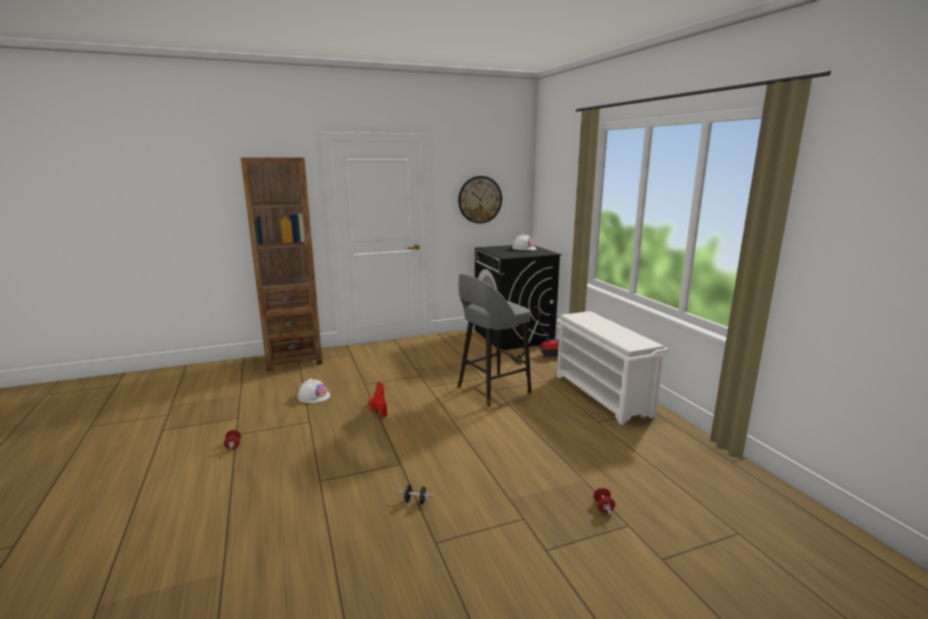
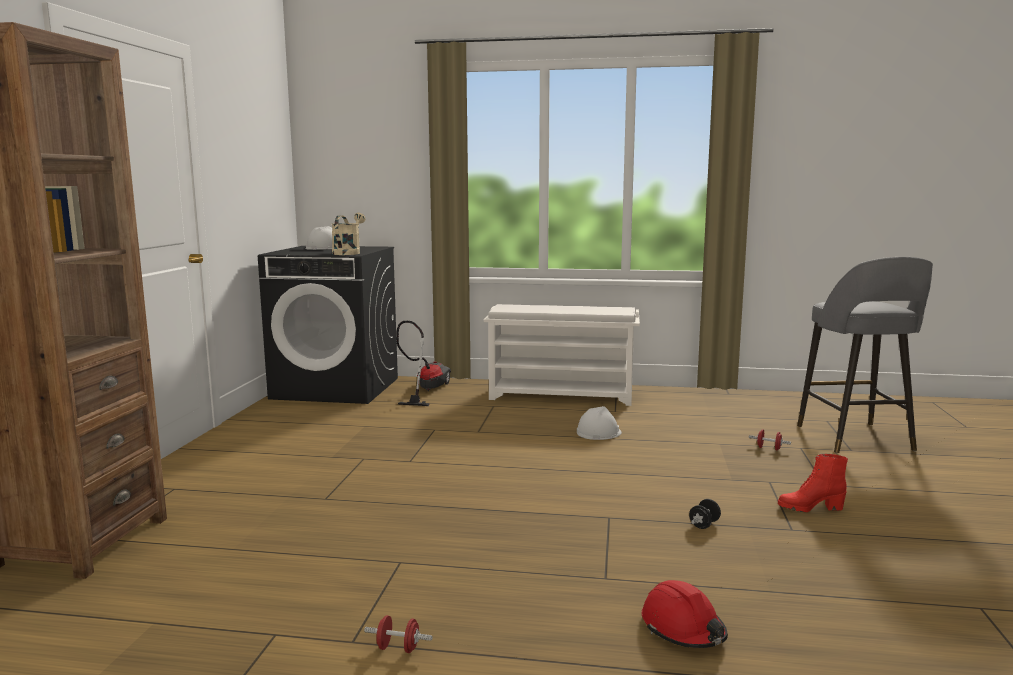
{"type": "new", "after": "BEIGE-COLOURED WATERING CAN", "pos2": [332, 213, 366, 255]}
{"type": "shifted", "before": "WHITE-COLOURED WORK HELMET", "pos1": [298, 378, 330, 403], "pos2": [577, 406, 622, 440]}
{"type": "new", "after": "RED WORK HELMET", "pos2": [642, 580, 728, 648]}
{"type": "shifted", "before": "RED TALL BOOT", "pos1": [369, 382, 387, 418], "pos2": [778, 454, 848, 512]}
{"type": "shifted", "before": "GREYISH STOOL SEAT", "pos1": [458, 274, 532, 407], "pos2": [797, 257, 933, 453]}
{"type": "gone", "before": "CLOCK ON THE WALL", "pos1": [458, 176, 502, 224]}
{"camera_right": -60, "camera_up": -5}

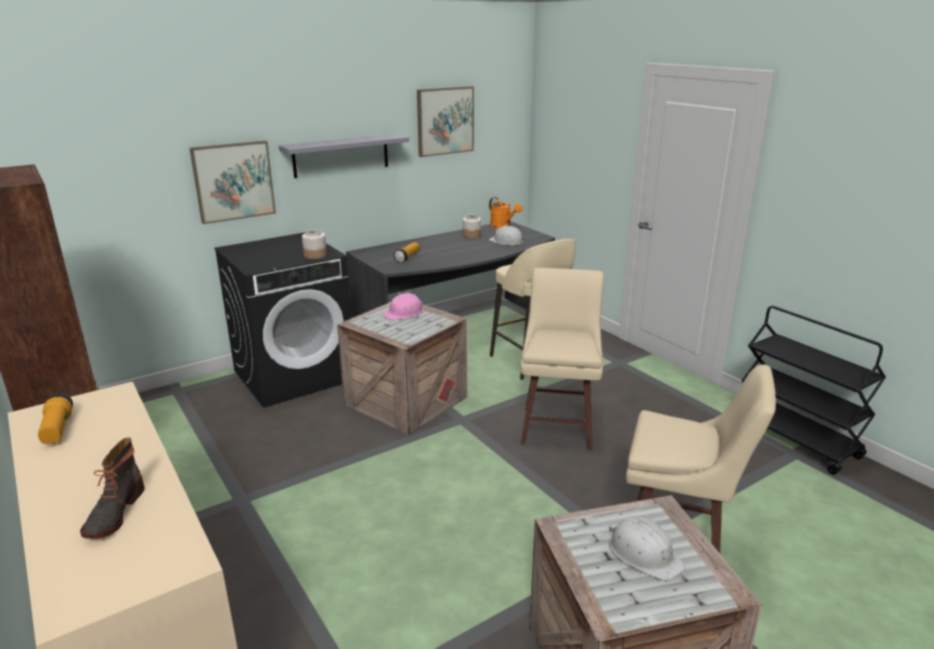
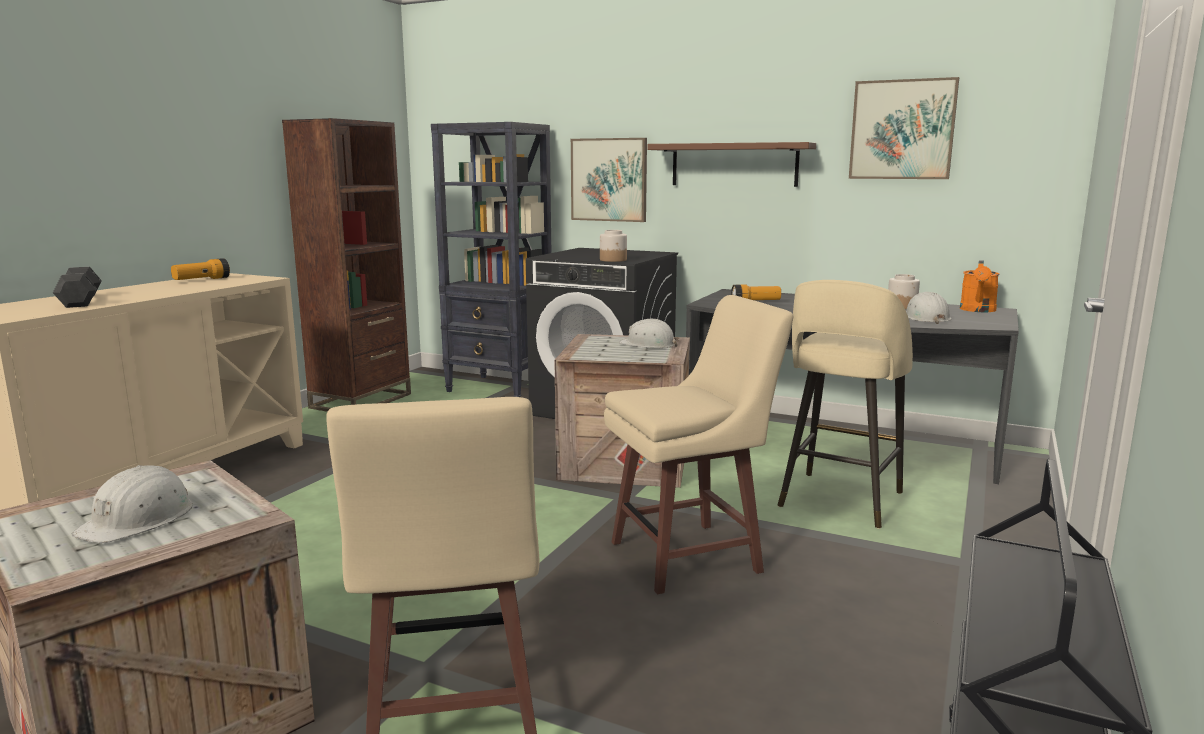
{"type": "swapped", "before": "TALL BOOT", "after": "GREYISH FREE WEIGHT", "pos1": [80, 438, 145, 539], "pos2": [53, 267, 102, 308]}
{"type": "new", "after": "BLACKISH BOOKSHELF", "pos2": [431, 122, 552, 397]}
{"type": "repainted", "before": "PINK-COLOURED WORK HELMET", "after": "WHITE-COLOURED WORK HELMET", "pos1": [382, 293, 423, 320], "pos2": [619, 319, 680, 348]}
{"type": "repainted", "before": "GREYISH BRACKET SHELF", "after": "BROWN BRACKET SHELF", "pos1": [279, 134, 409, 178], "pos2": [647, 142, 816, 187]}
{"camera_right": 60, "camera_up": -10}

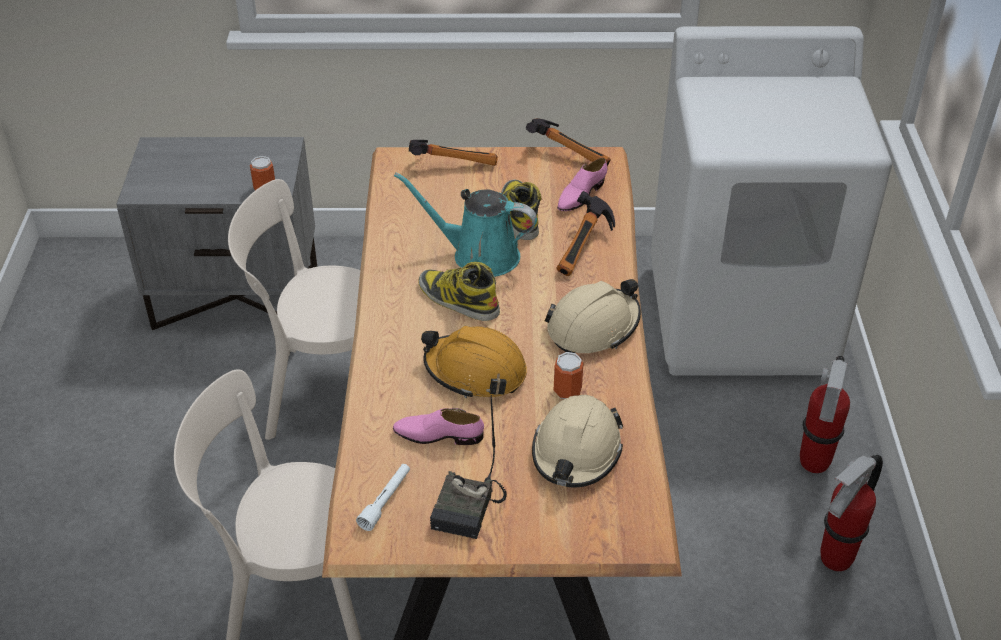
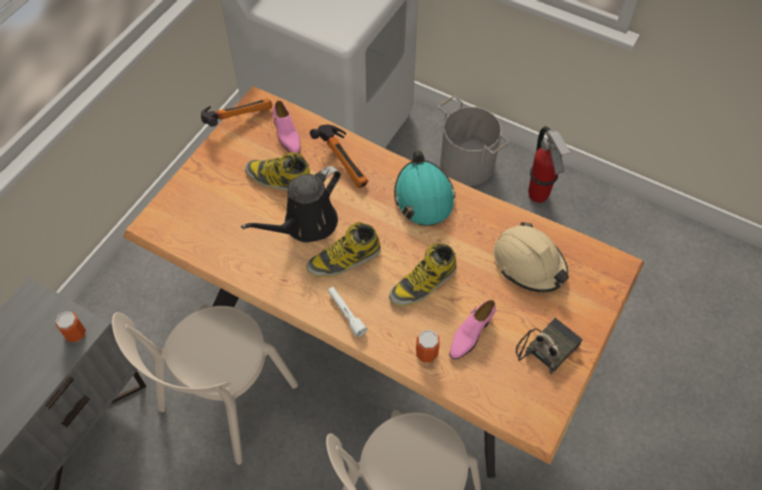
{"type": "repainted", "before": "BLUE-GREEN WATERING CAN", "after": "BLACKISH WATERING CAN", "pos1": [394, 172, 537, 277], "pos2": [241, 166, 341, 242]}
{"type": "shifted", "before": "WHITE-COLOURED FLASHLIGHT", "pos1": [356, 464, 410, 531], "pos2": [328, 287, 367, 337]}
{"type": "swapped", "before": "ORANGE WORK HELMET", "after": "TALL BOOT", "pos1": [421, 326, 527, 398], "pos2": [389, 243, 457, 306]}
{"type": "repainted", "before": "BEIGE-COLOURED WORK HELMET", "after": "BLUE-GREEN WORK HELMET", "pos1": [545, 279, 641, 353], "pos2": [394, 150, 456, 226]}
{"type": "shifted", "before": "METAL CAN", "pos1": [554, 352, 583, 399], "pos2": [416, 330, 440, 362]}
{"type": "swapped", "before": "EXTINGUISHER", "after": "GREYISH PAIL", "pos1": [800, 356, 850, 473], "pos2": [438, 96, 509, 186]}
{"type": "rotated", "before": "RADIO RECEIVER", "pos1": [430, 395, 507, 539], "pos2": [516, 318, 583, 374], "turn": -90}
{"type": "gone", "before": "HAND HAMMER", "pos1": [409, 140, 498, 166]}
{"camera_right": -60, "camera_up": 15}

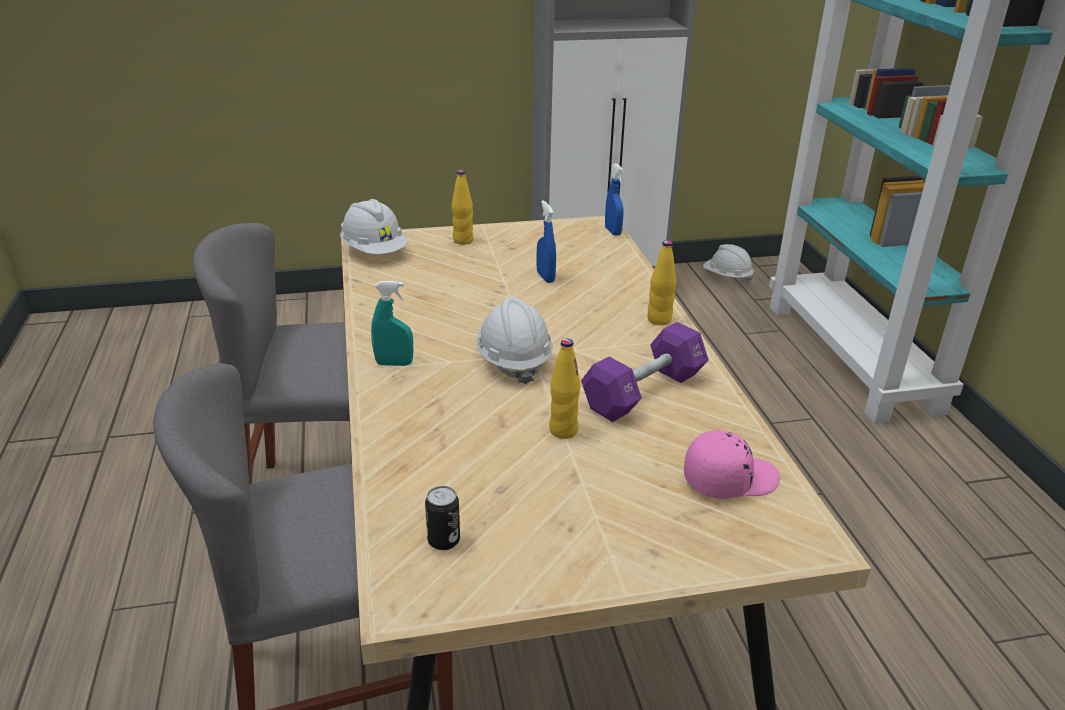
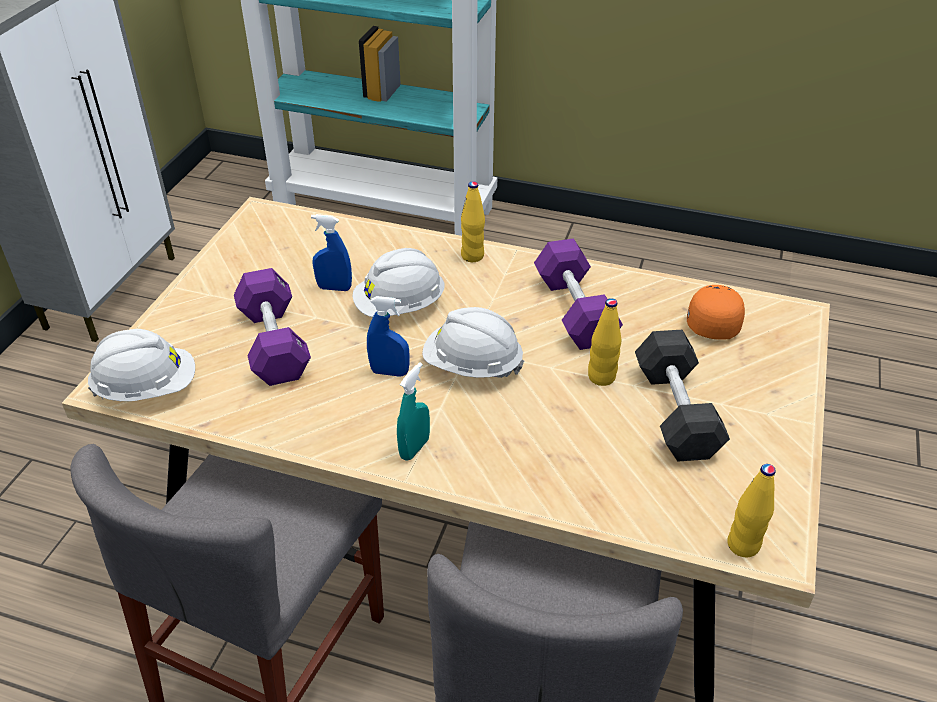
{"type": "new", "after": "PURPLISH FREE WEIGHT", "pos2": [234, 268, 311, 386]}
{"type": "shifted", "before": "WHITE-COLOURED WORK HELMET", "pos1": [703, 244, 754, 283], "pos2": [353, 248, 445, 317]}
{"type": "shifted", "before": "BLUE SPRAY BOTTLE", "pos1": [605, 163, 624, 236], "pos2": [367, 296, 410, 377]}
{"type": "new", "after": "BLACKISH FREE WEIGHT", "pos2": [635, 330, 730, 461]}
{"type": "repainted", "before": "PINK-COLOURED CAP", "after": "ORANGE CAP", "pos1": [684, 430, 780, 499], "pos2": [687, 285, 745, 340]}
{"type": "shifted", "before": "YELLOW BOTTLE", "pos1": [452, 170, 473, 245], "pos2": [727, 464, 776, 557]}
{"type": "gone", "before": "METAL CAN", "pos1": [425, 486, 460, 550]}
{"camera_right": -60, "camera_up": 10}

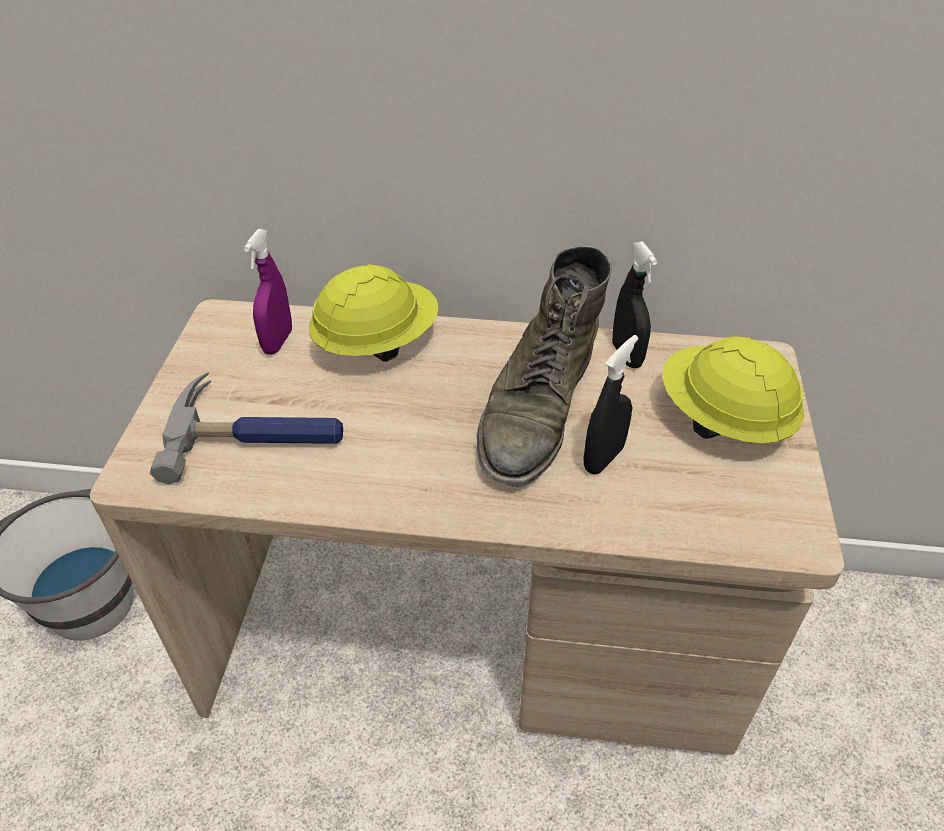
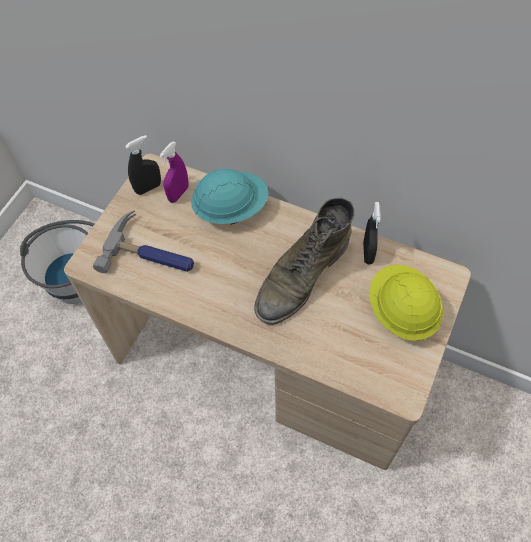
{"type": "shifted", "before": "BLACKISH SPRAY BOTTLE", "pos1": [583, 335, 638, 474], "pos2": [125, 135, 161, 195]}
{"type": "repainted", "before": "YELLOW WORK HELMET", "after": "BLUE-GREEN WORK HELMET", "pos1": [309, 264, 439, 362], "pos2": [191, 169, 269, 225]}
{"camera_right": 20, "camera_up": 15}

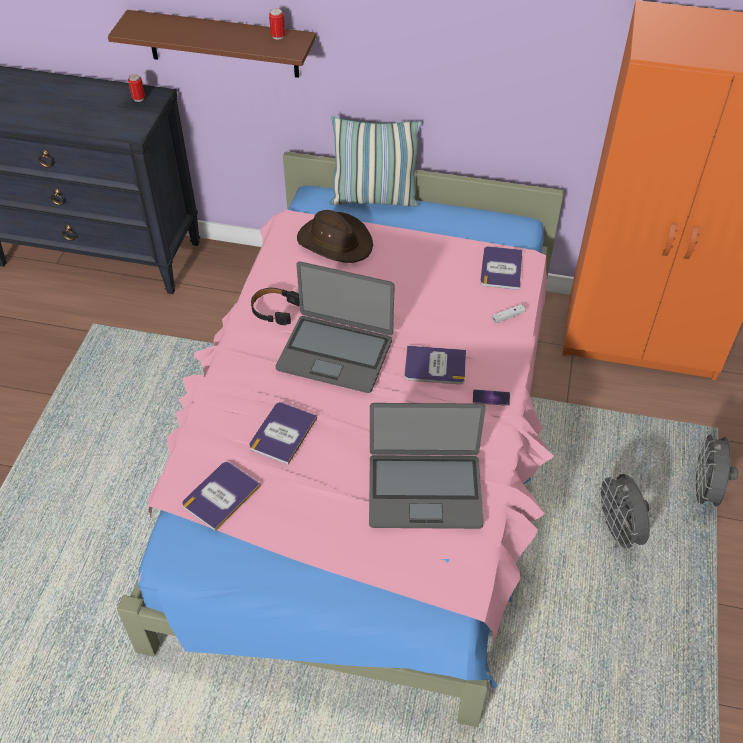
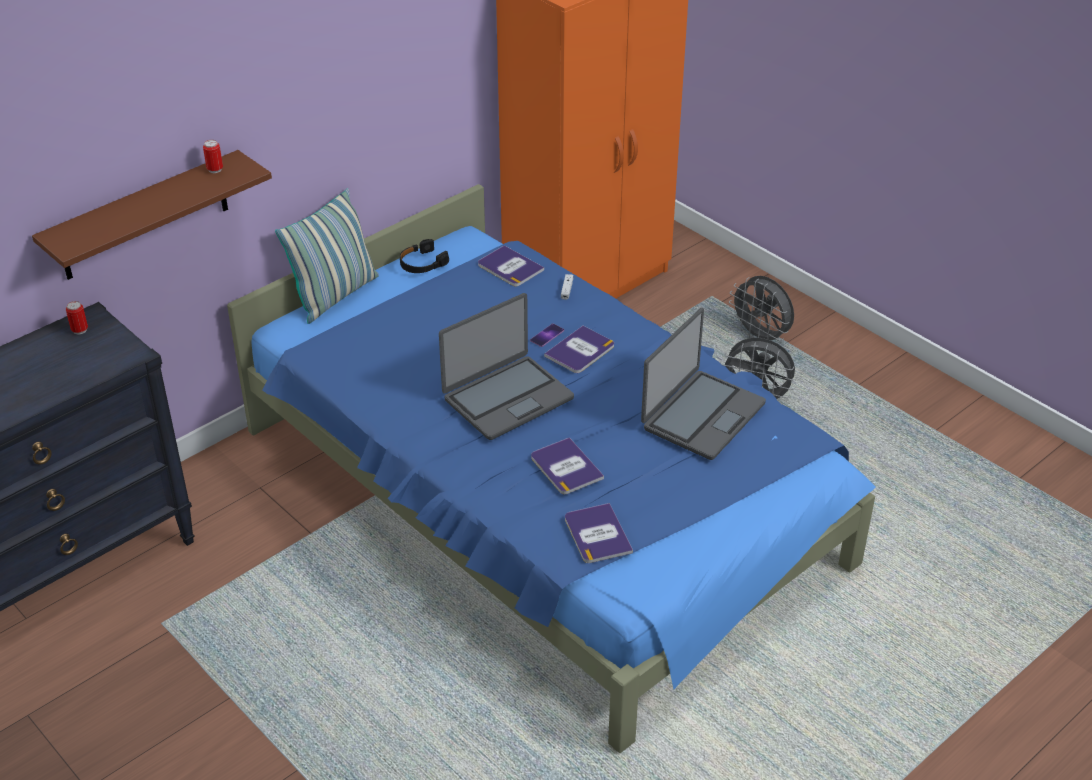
{"type": "repainted", "before": "PINK-COLOURED BED", "after": "BLUE BED", "pos1": [117, 151, 564, 727], "pos2": [227, 184, 875, 753]}
{"type": "shifted", "before": "BLACKISH HEADPHONES", "pos1": [251, 288, 300, 325], "pos2": [400, 239, 449, 273]}
{"type": "shifted", "before": "TELEPHONE", "pos1": [473, 389, 510, 406], "pos2": [530, 323, 564, 347]}
{"type": "gone", "before": "BROWN HAT", "pos1": [297, 210, 373, 263]}
{"camera_right": -55, "camera_up": -10}

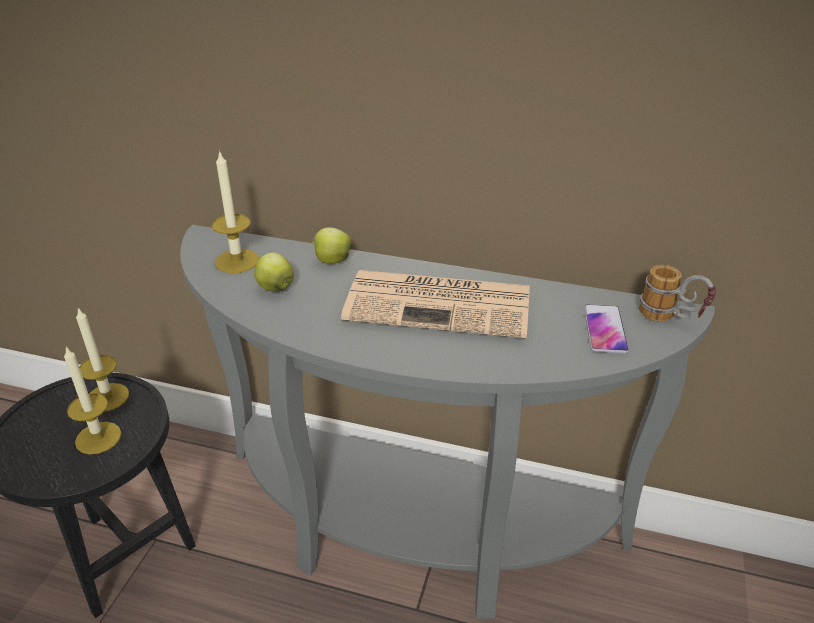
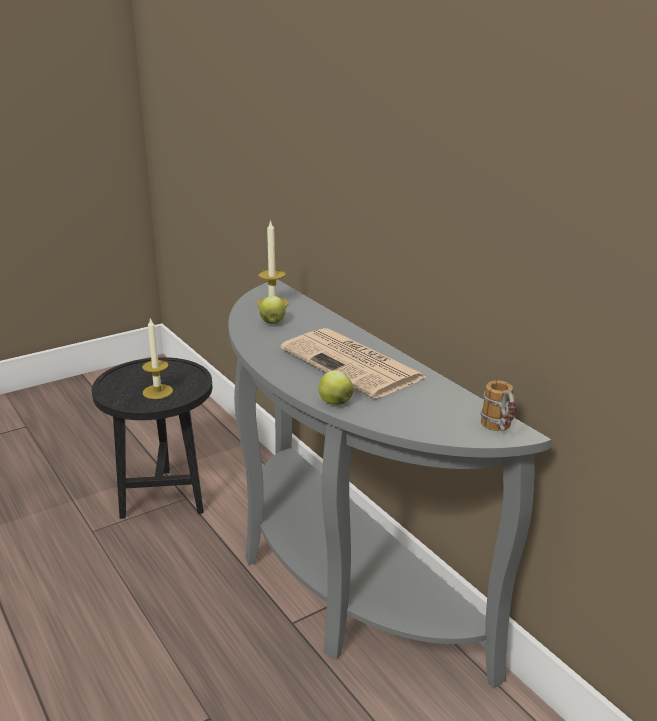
{"type": "shifted", "before": "APPLE", "pos1": [312, 227, 351, 264], "pos2": [318, 370, 354, 405]}
{"type": "gone", "before": "CANDLE", "pos1": [76, 308, 129, 412]}
{"type": "gone", "before": "TELEPHONE", "pos1": [584, 304, 629, 353]}
{"camera_right": 40, "camera_up": -10}

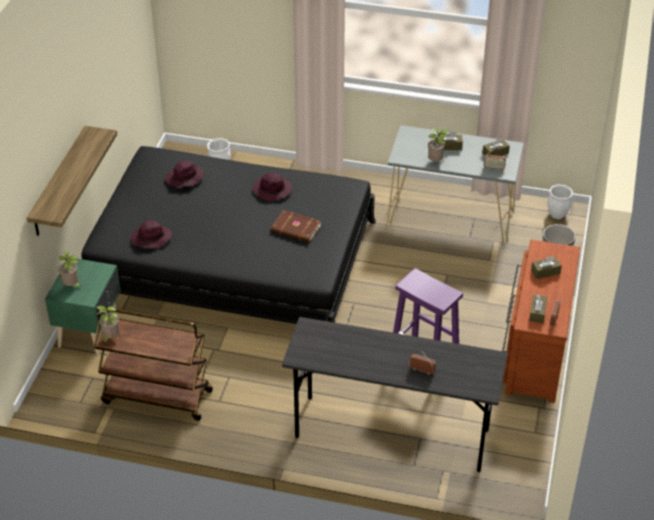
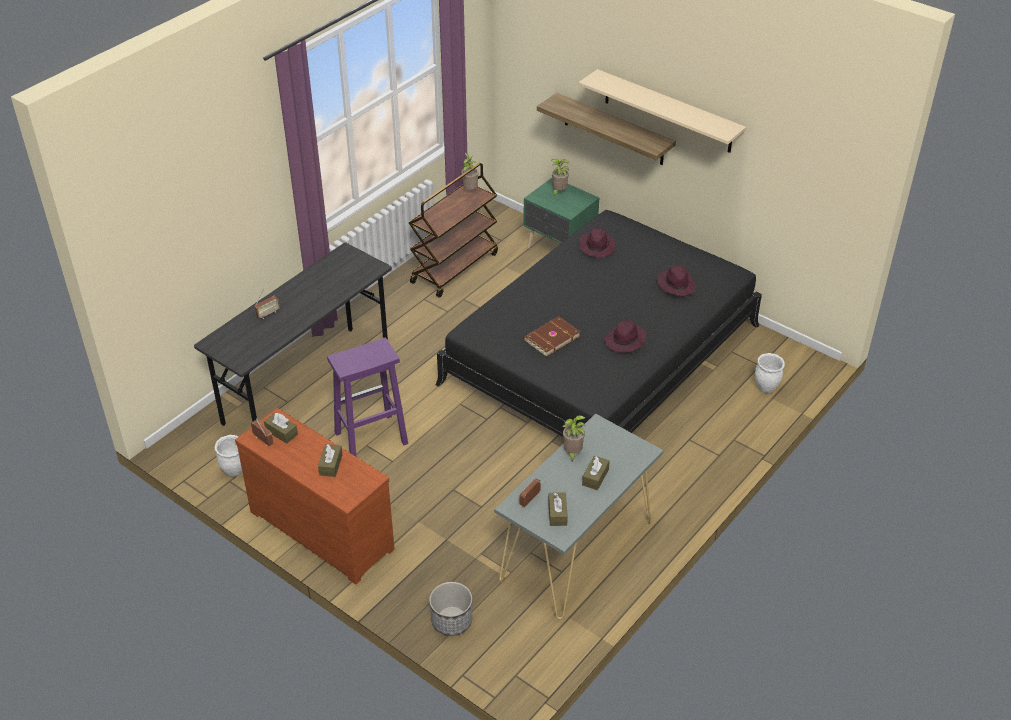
{"type": "shifted", "before": "WHITE-COLOURED PLANTER", "pos1": [548, 184, 573, 219], "pos2": [215, 435, 242, 477]}
{"type": "new", "after": "BEIGE-COLOURED BRACKET SHELF", "pos2": [579, 69, 746, 153]}
{"camera_right": 115, "camera_up": 0}

